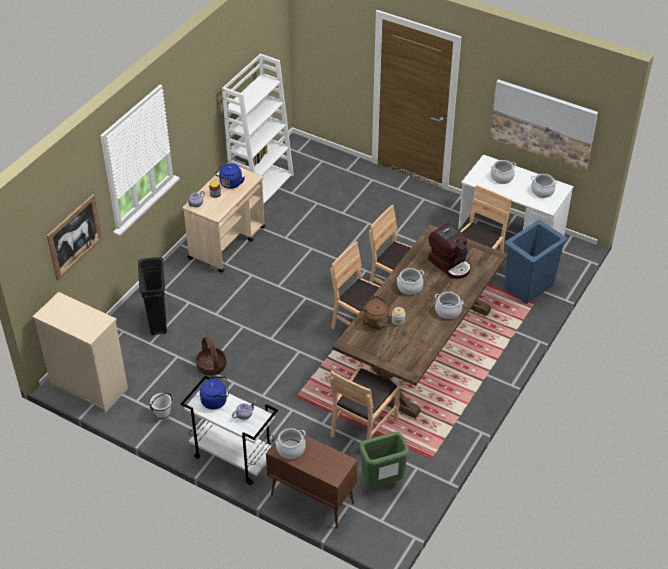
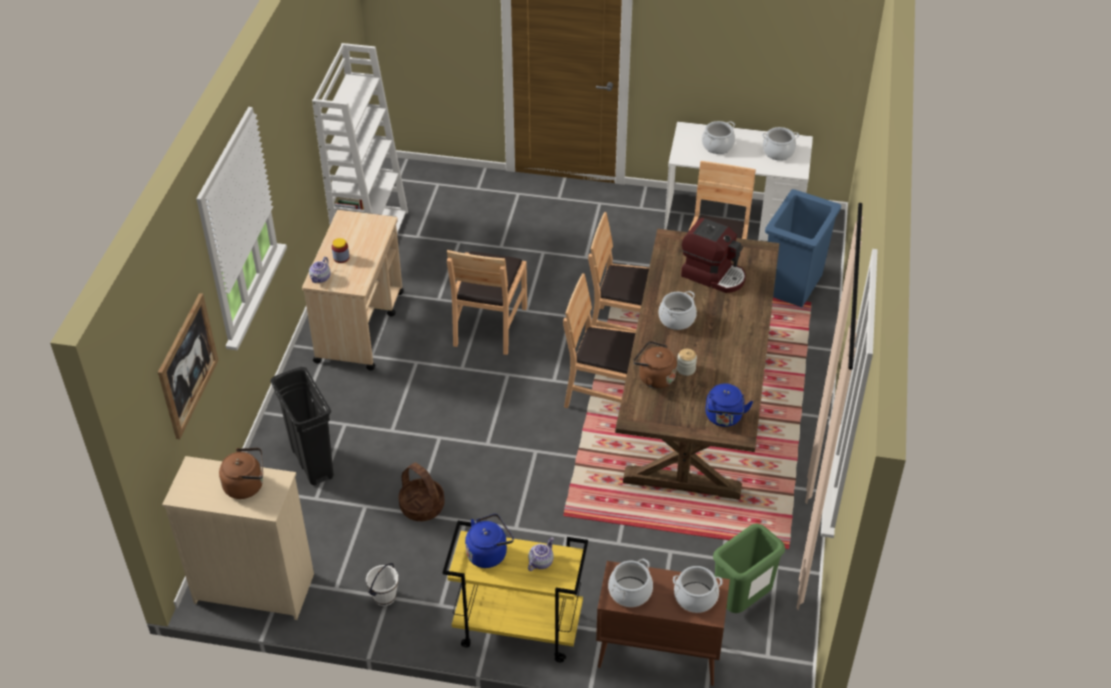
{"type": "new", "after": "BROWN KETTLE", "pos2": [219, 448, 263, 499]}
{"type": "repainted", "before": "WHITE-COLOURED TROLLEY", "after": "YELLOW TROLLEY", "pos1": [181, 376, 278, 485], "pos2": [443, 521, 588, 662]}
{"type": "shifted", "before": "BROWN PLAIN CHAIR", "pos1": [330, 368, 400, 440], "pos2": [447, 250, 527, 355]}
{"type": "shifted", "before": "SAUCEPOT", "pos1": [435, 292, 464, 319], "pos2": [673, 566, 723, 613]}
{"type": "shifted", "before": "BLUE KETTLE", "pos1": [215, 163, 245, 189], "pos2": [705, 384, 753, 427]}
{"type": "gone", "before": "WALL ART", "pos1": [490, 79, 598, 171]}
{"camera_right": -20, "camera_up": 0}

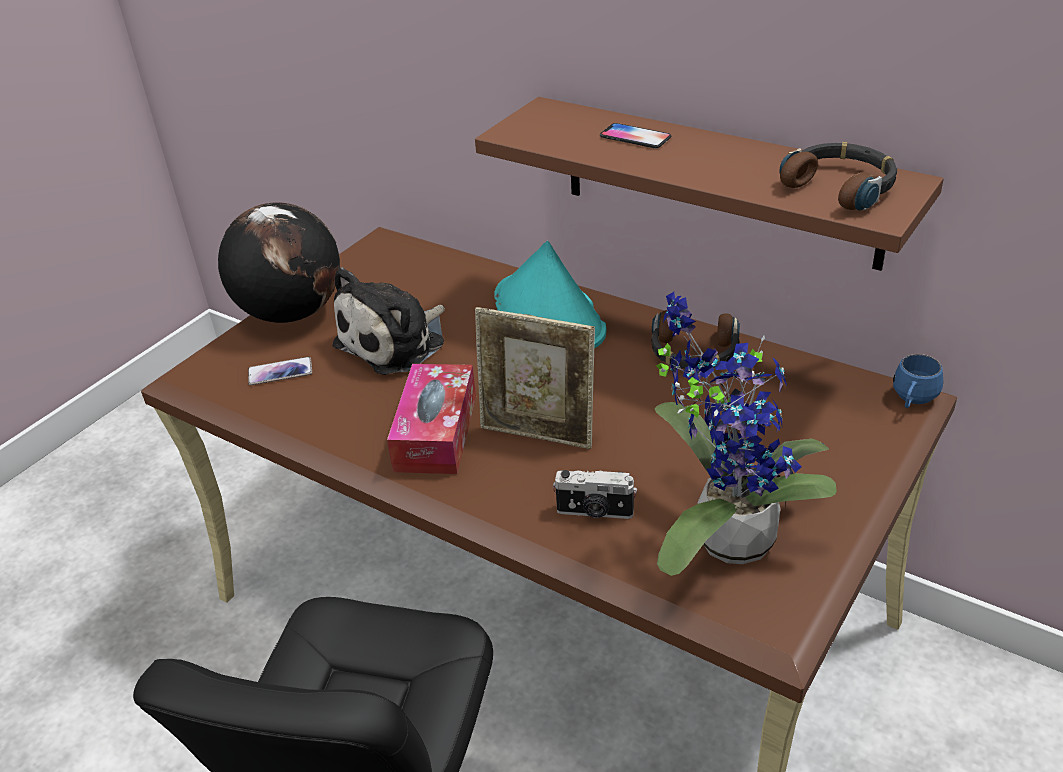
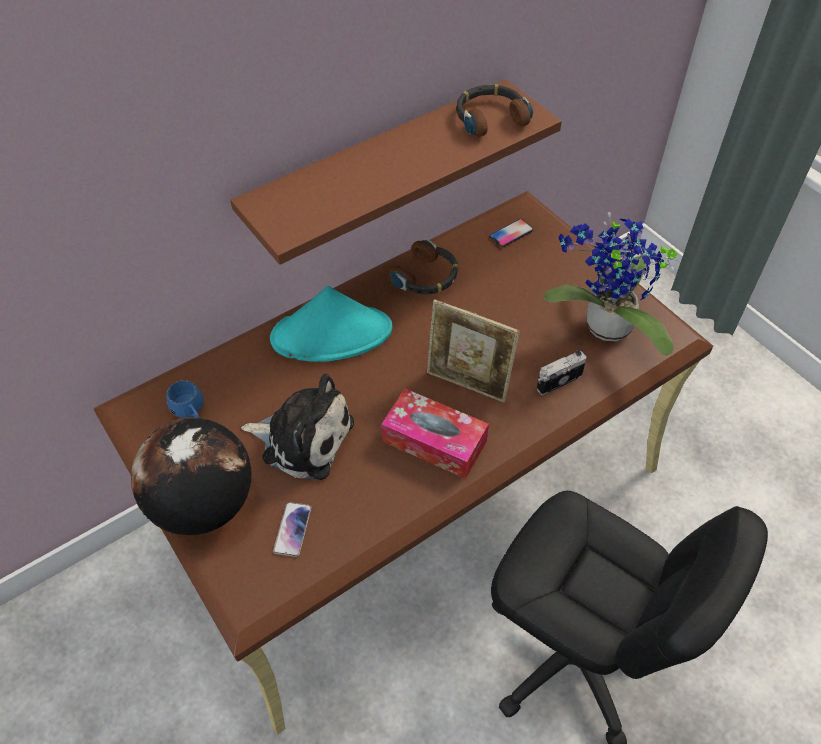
{"type": "shifted", "before": "BLUE TEA MUG", "pos1": [893, 354, 943, 408], "pos2": [166, 380, 203, 418]}
{"type": "rotated", "before": "PLUSH TOY", "pos1": [332, 267, 445, 375], "pos2": [241, 374, 354, 480], "turn": -45}
{"type": "rotated", "before": "STANDING FRAME", "pos1": [475, 307, 595, 449], "pos2": [427, 299, 520, 403], "turn": 75}
{"type": "shifted", "before": "TELEPHONE", "pos1": [600, 123, 671, 148], "pos2": [489, 219, 534, 247]}
{"type": "rotated", "before": "PHOTO CAMERA", "pos1": [553, 470, 637, 519], "pos2": [537, 350, 587, 395], "turn": -150}
{"camera_right": -70, "camera_up": 15}

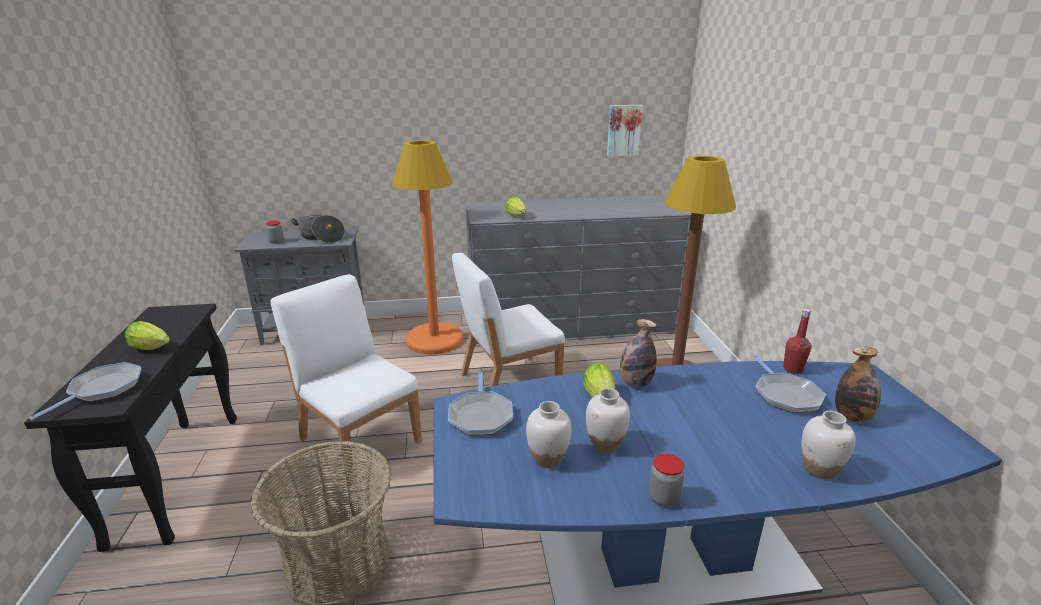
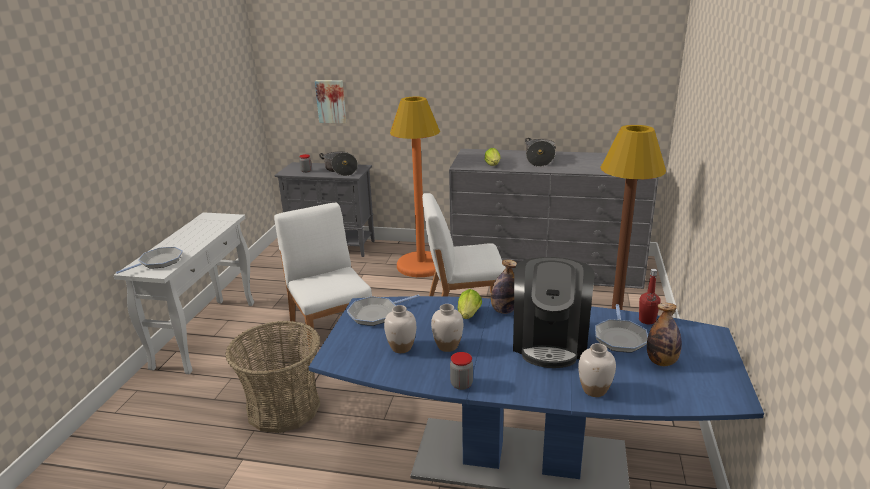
{"type": "repainted", "before": "BLACKISH CONSOLE TABLE", "after": "WHITE-COLOURED CONSOLE TABLE", "pos1": [24, 304, 237, 552], "pos2": [114, 212, 254, 374]}
{"type": "shifted", "before": "WALL ART", "pos1": [607, 105, 643, 156], "pos2": [315, 80, 346, 123]}
{"type": "rotated", "before": "SKILLET", "pos1": [448, 371, 513, 436], "pos2": [347, 295, 420, 326], "turn": 45}
{"type": "new", "after": "COFFEE MACHINE", "pos2": [513, 257, 595, 368]}
{"type": "new", "after": "SAUCEPOT", "pos2": [525, 138, 556, 167]}
{"type": "gone", "before": "LETTUCE", "pos1": [125, 321, 170, 350]}
{"camera_right": 20, "camera_up": 0}

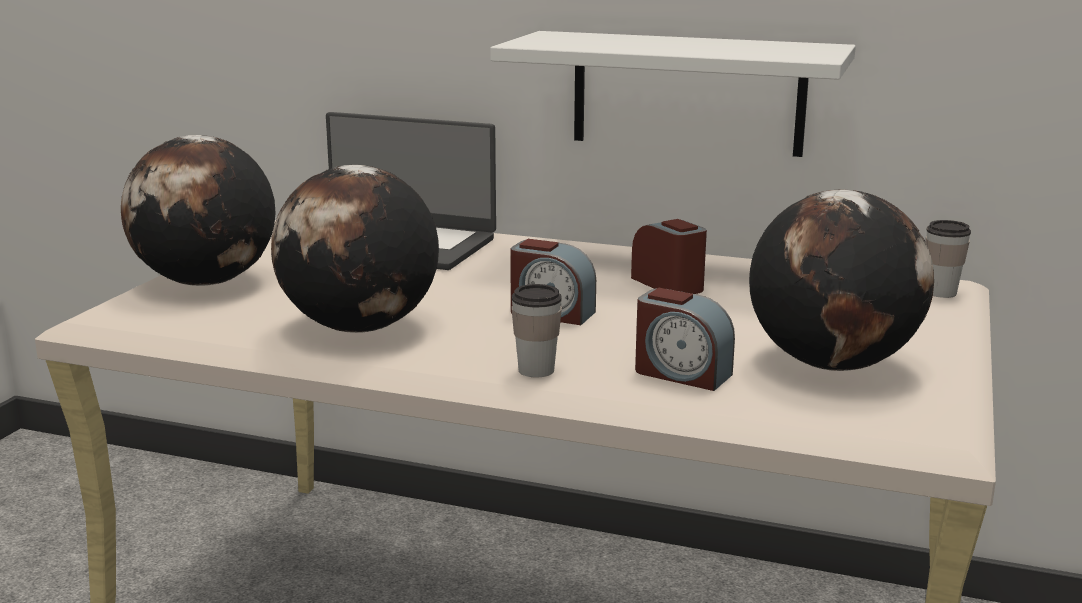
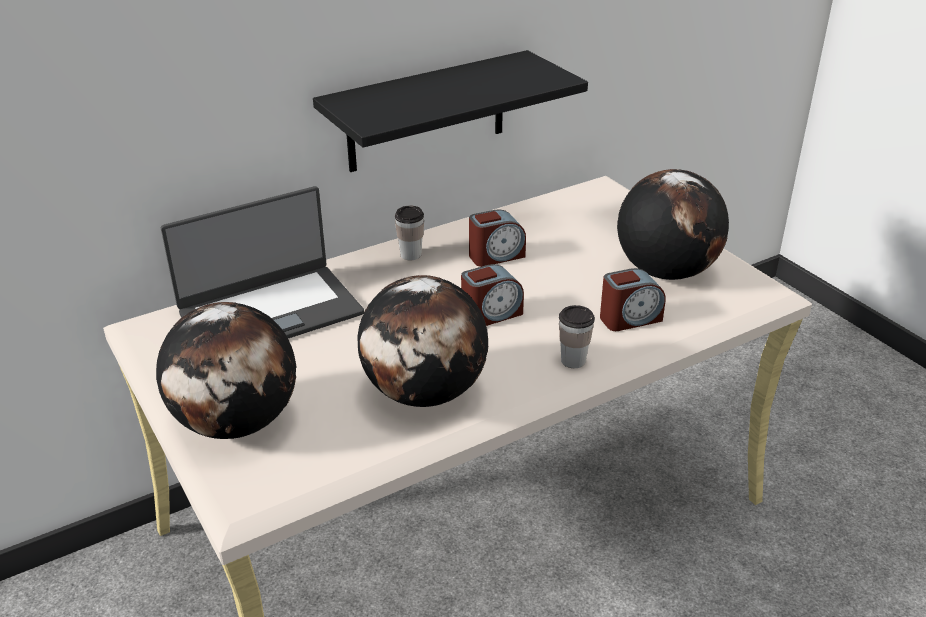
{"type": "repainted", "before": "WHITE-COLOURED BRACKET SHELF", "after": "BLACKISH BRACKET SHELF", "pos1": [490, 31, 856, 157], "pos2": [313, 50, 588, 172]}
{"type": "shifted", "before": "DRINKING CUP", "pos1": [925, 220, 971, 298], "pos2": [395, 205, 424, 260]}
{"type": "rotated", "before": "TABLE CLOCK", "pos1": [631, 219, 707, 294], "pos2": [469, 209, 526, 267], "turn": 150}
{"camera_right": -50, "camera_up": 15}

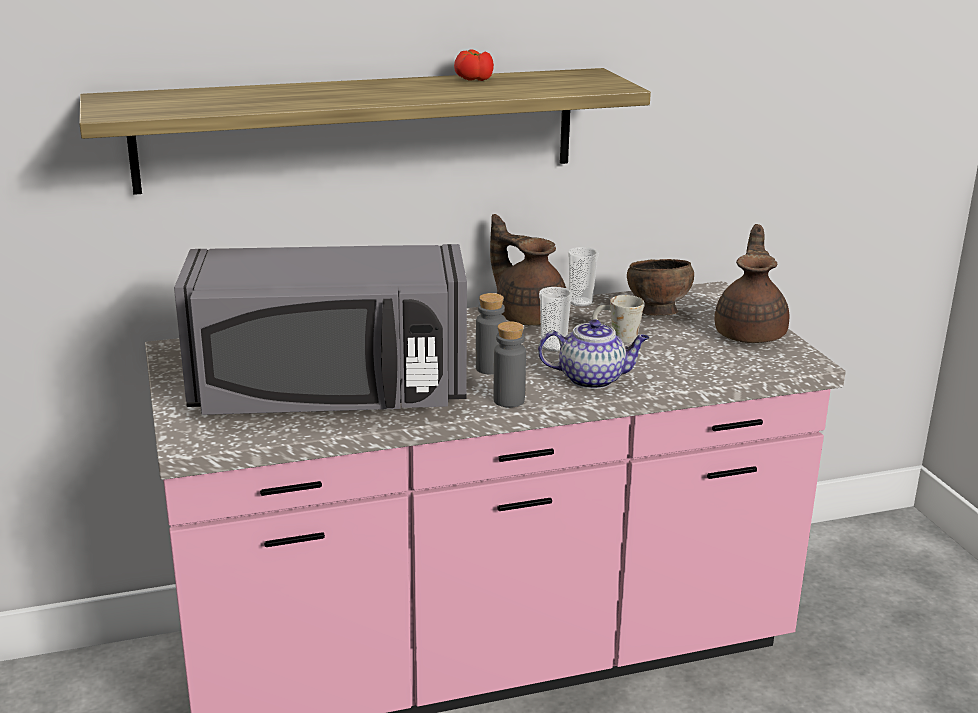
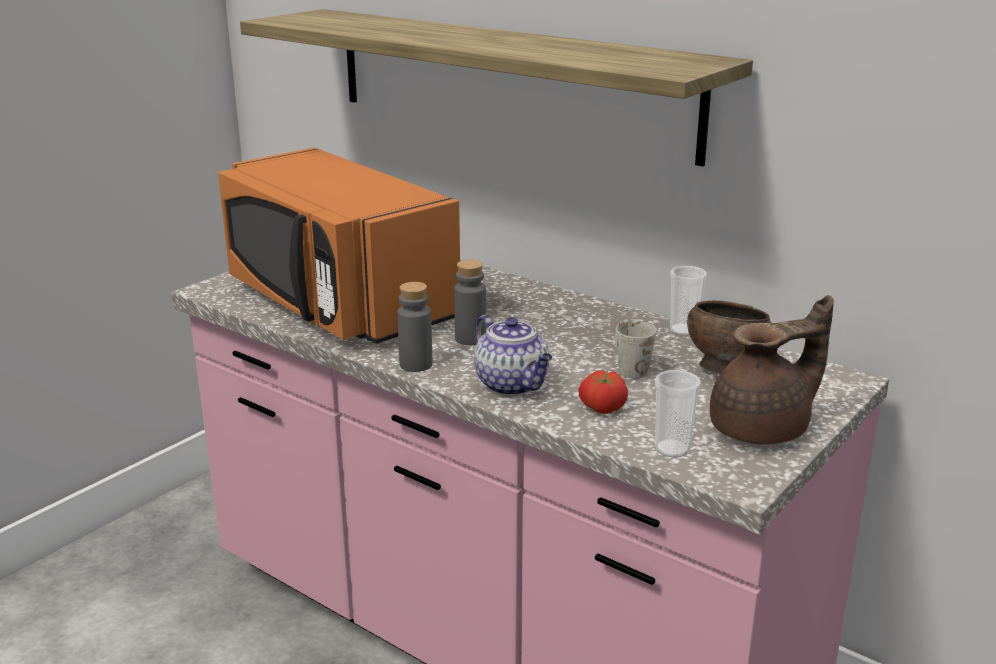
{"type": "repainted", "before": "GREYISH KITCHEN MICROWAVE", "after": "ORANGE KITCHEN MICROWAVE", "pos1": [174, 244, 467, 415], "pos2": [218, 147, 460, 344]}
{"type": "shifted", "before": "WHOLE TOMATO", "pos1": [454, 49, 494, 81], "pos2": [578, 370, 628, 414]}
{"type": "shifted", "before": "DRINKING CUP", "pos1": [539, 287, 573, 352], "pos2": [655, 370, 701, 458]}
{"type": "gone", "before": "BROWN TEA POT", "pos1": [490, 214, 566, 326]}
{"camera_right": 55, "camera_up": 0}

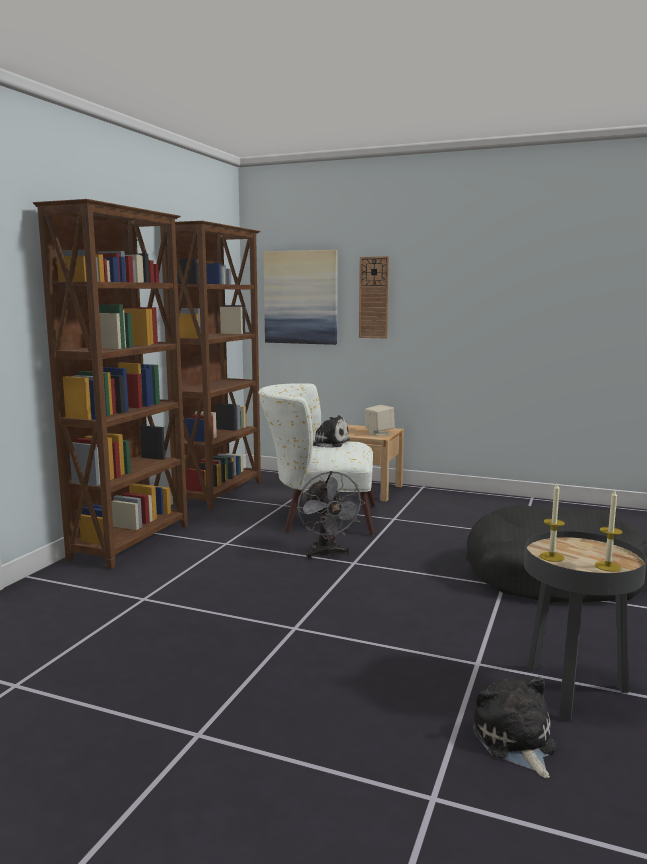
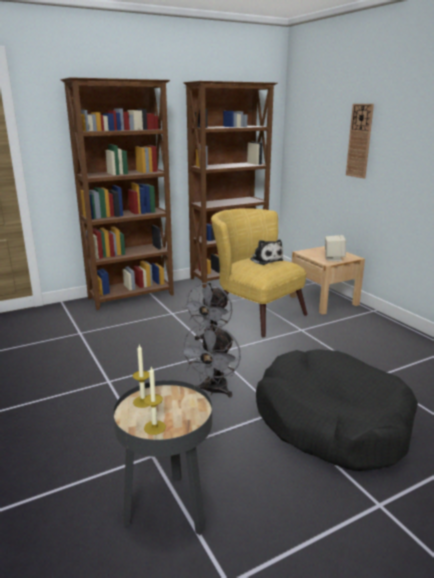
{"type": "new", "after": "GREYISH FAN", "pos2": [179, 324, 241, 397]}
{"type": "repainted", "before": "WHITE-COLOURED EASY CHAIR", "after": "YELLOW EASY CHAIR", "pos1": [258, 383, 375, 535], "pos2": [211, 208, 307, 338]}
{"type": "gone", "before": "WALL ART", "pos1": [263, 250, 338, 345]}
{"type": "gone", "before": "PLUSH TOY", "pos1": [473, 677, 557, 778]}
{"camera_right": 40, "camera_up": 10}

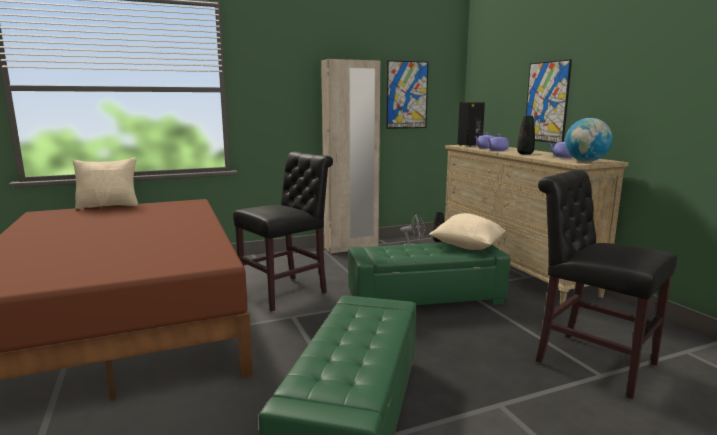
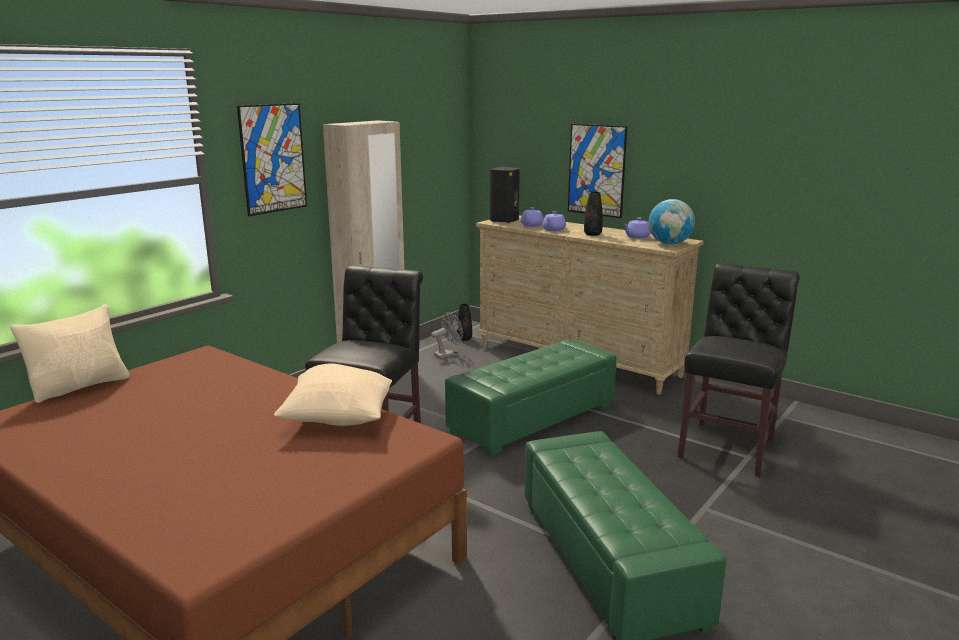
{"type": "shifted", "before": "WALL ART", "pos1": [386, 60, 429, 129], "pos2": [237, 103, 307, 216]}
{"type": "shifted", "before": "BEIGE-COLOURED CUSHION", "pos1": [429, 213, 506, 250], "pos2": [274, 363, 392, 426]}
{"type": "rotated", "before": "BLACKISH PLAIN CHAIR", "pos1": [536, 169, 677, 399], "pos2": [678, 263, 800, 477], "turn": 105}
{"camera_right": -30, "camera_up": 5}

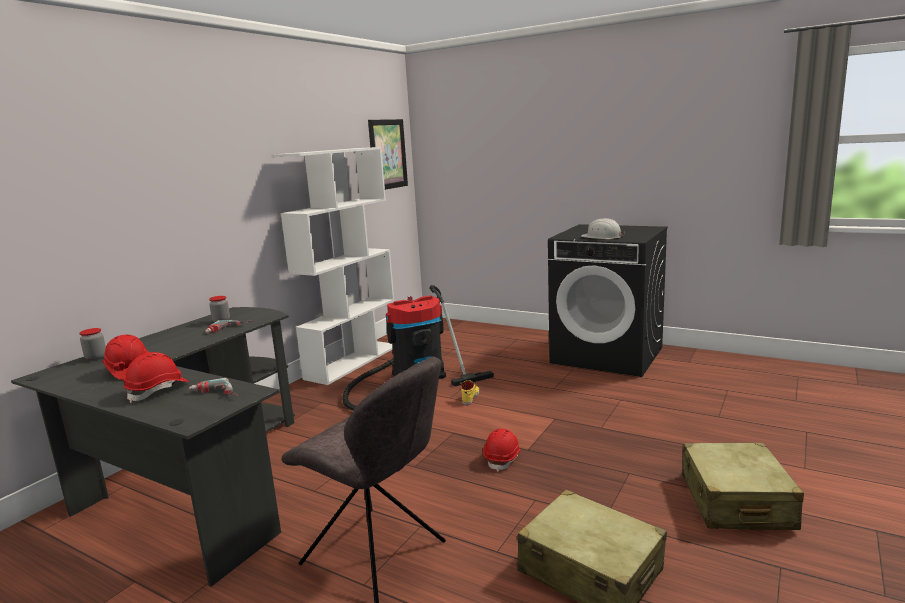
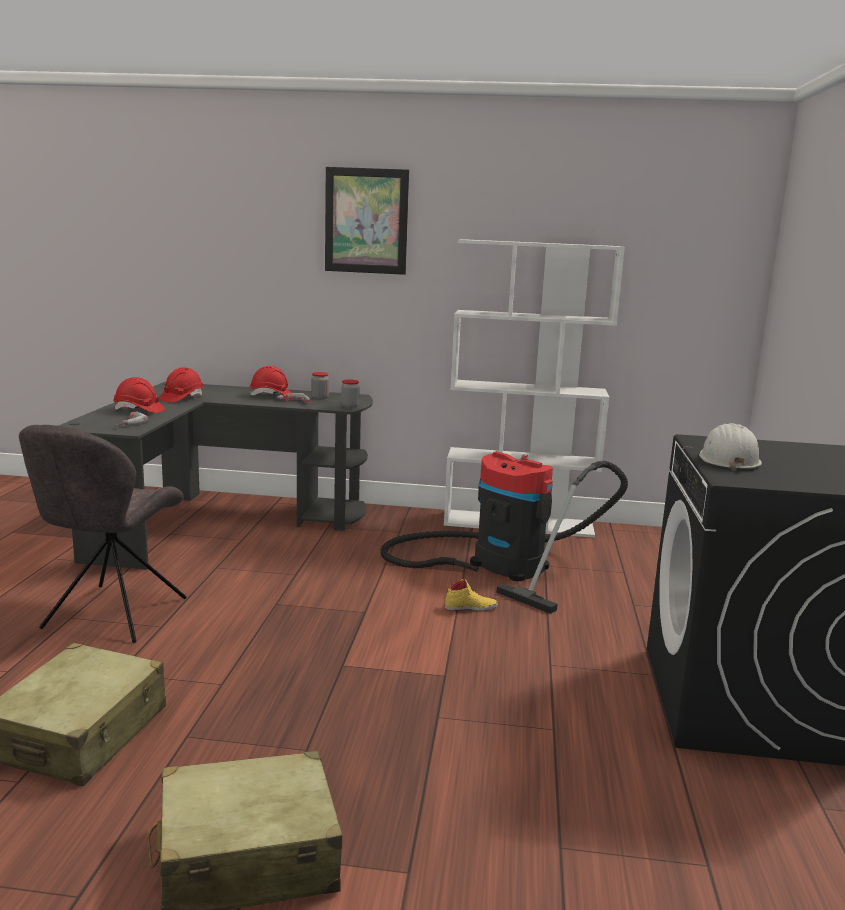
{"type": "shifted", "before": "RED WORK HELMET", "pos1": [483, 429, 522, 472], "pos2": [250, 366, 292, 395]}
{"type": "shifted", "before": "WALL ART", "pos1": [368, 119, 408, 190], "pos2": [325, 167, 409, 275]}
{"type": "shifted", "before": "STORAGE JAR", "pos1": [79, 328, 106, 361], "pos2": [341, 379, 360, 408]}
{"camera_right": 65, "camera_up": 0}

